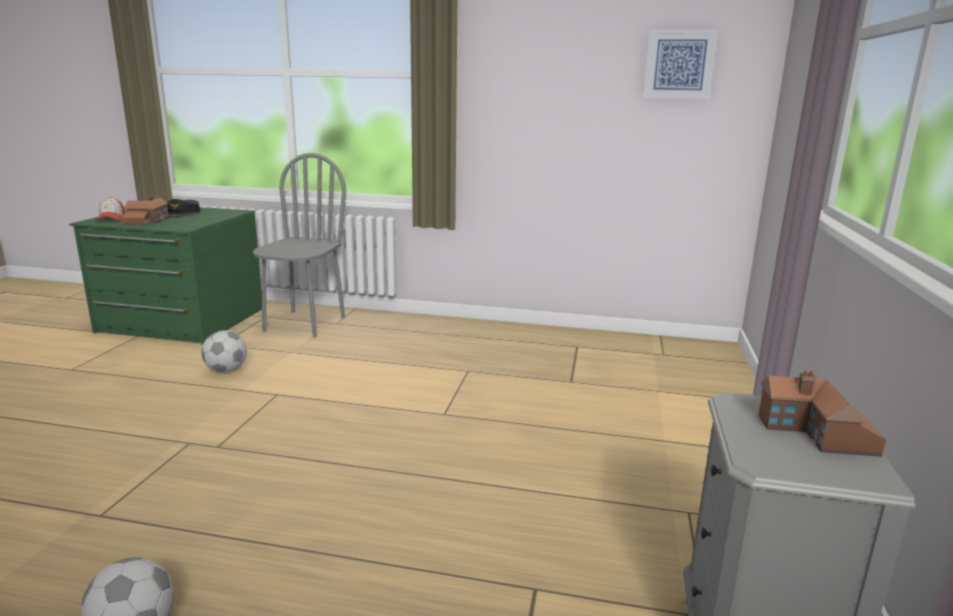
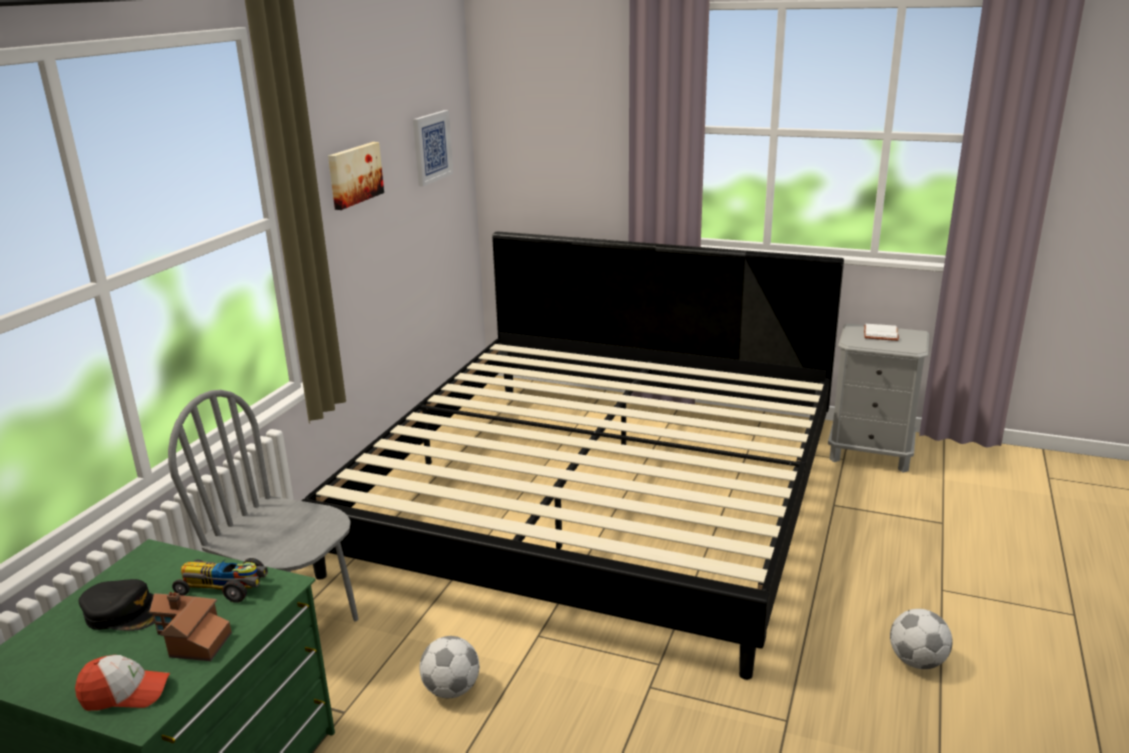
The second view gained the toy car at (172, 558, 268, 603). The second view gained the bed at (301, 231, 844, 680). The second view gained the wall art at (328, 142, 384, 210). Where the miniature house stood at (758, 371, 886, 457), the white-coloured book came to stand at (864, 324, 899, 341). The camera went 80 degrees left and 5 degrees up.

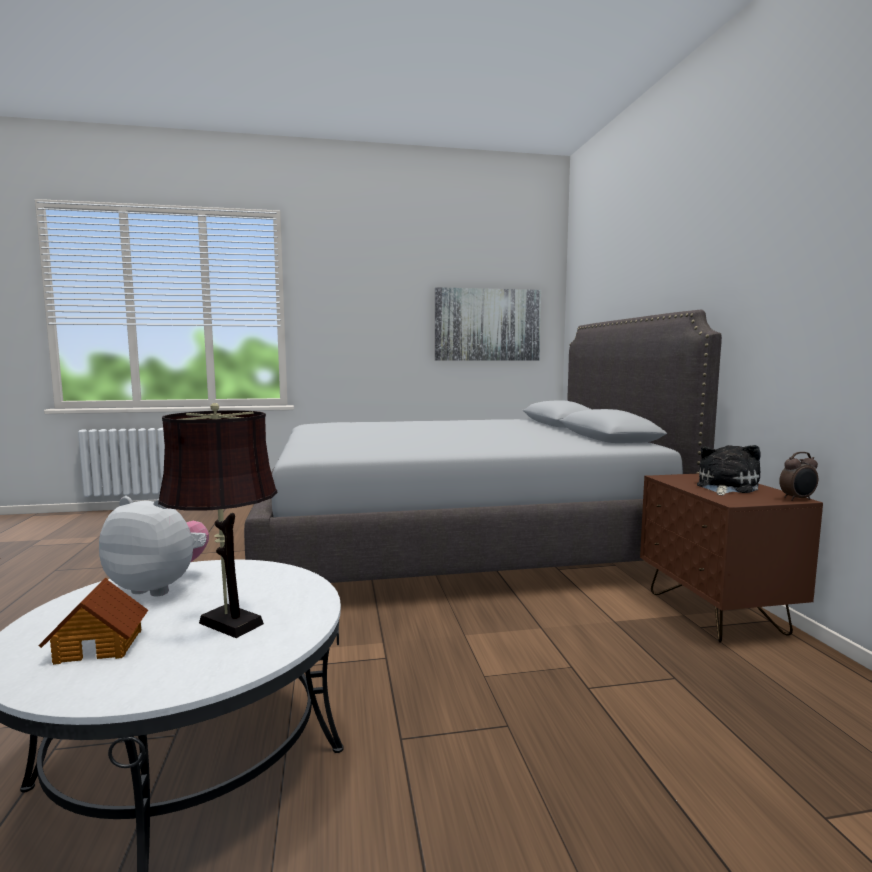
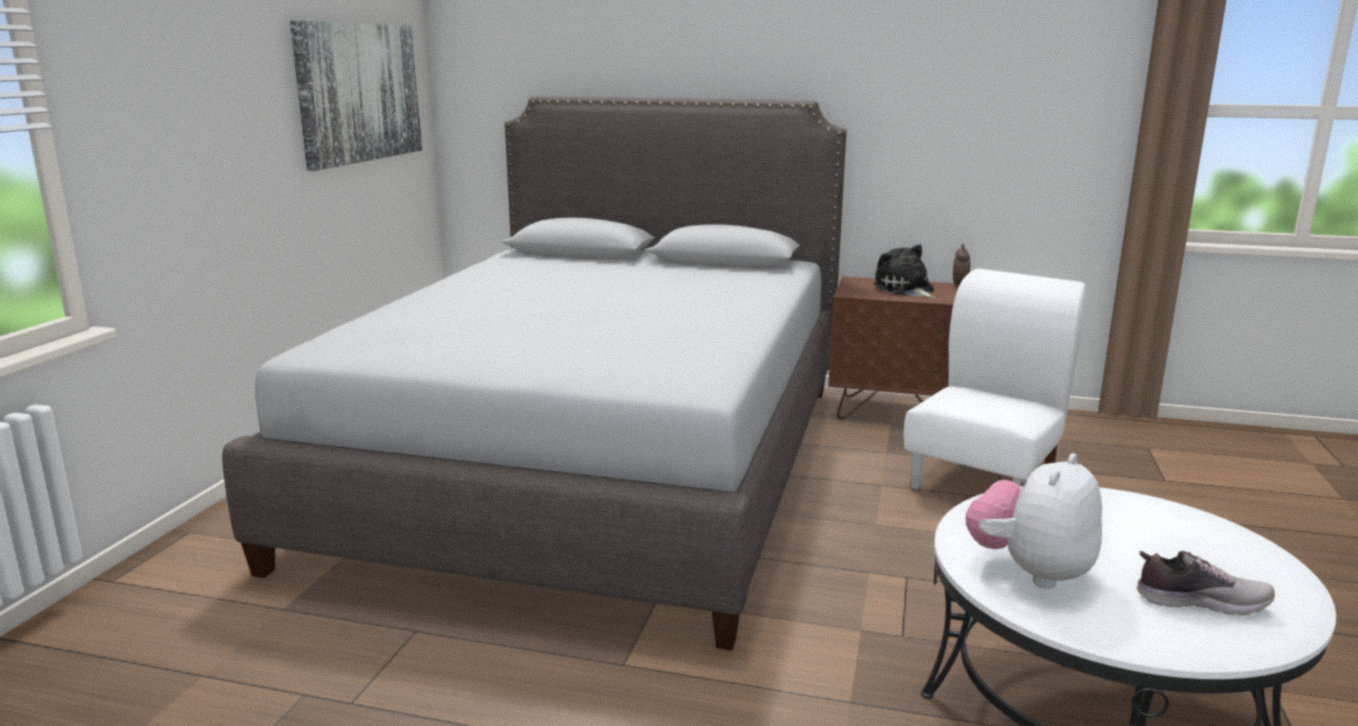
The second view lost the brownish table lamp at (158, 403, 278, 638). The second view gained the white-coloured plain chair at (903, 268, 1086, 490). Where the miniature house stood at (38, 577, 148, 665), the low shoe came to stand at (1137, 551, 1275, 615). The camera went 65 degrees left and 10 degrees up.

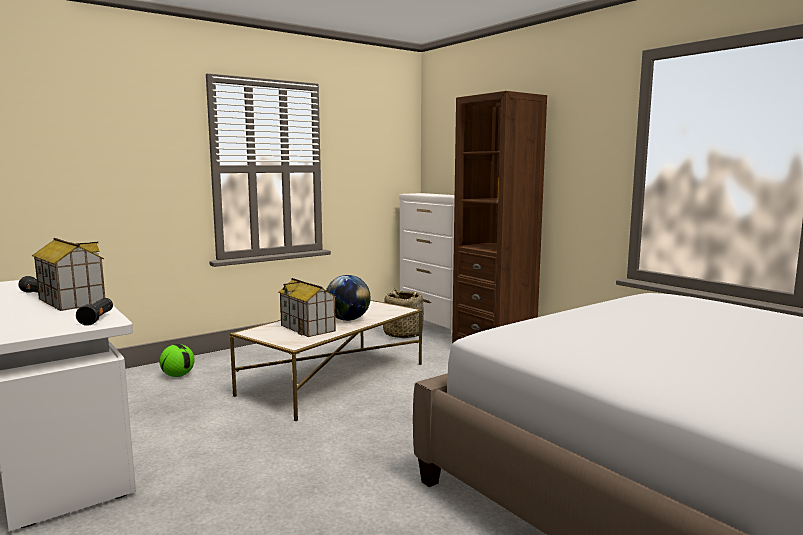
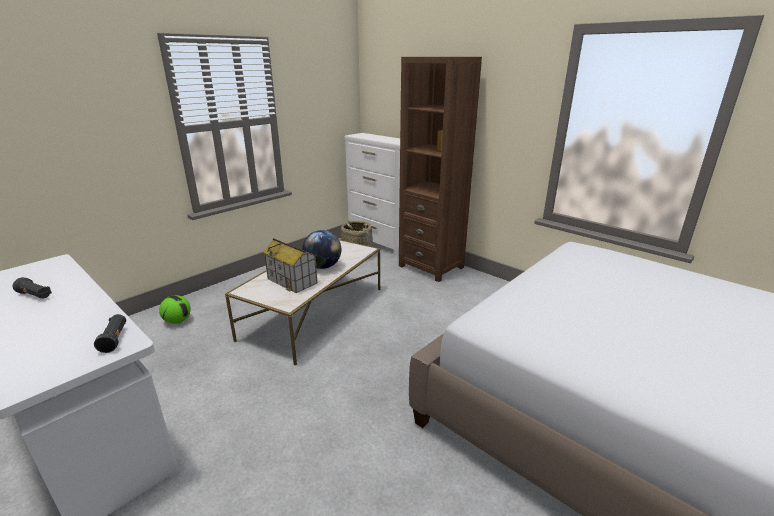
The second view lost the miniature house at (32, 238, 105, 311). The camera went 10 degrees left and 15 degrees up.

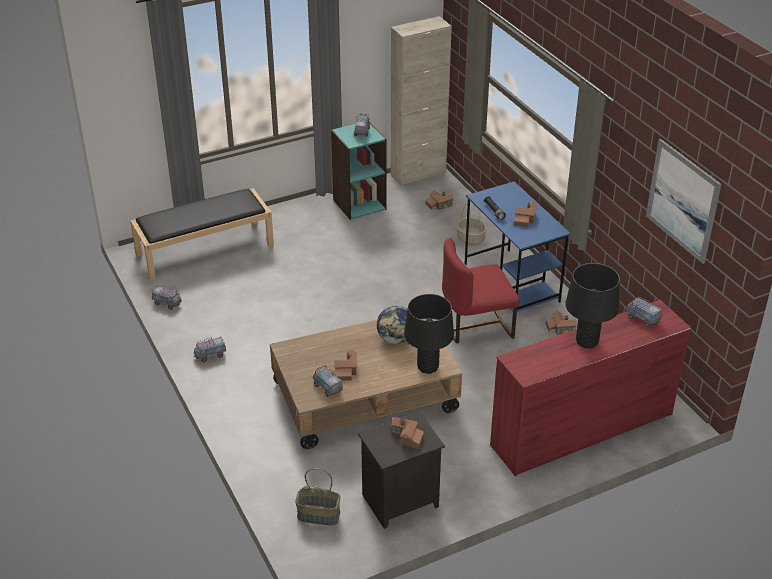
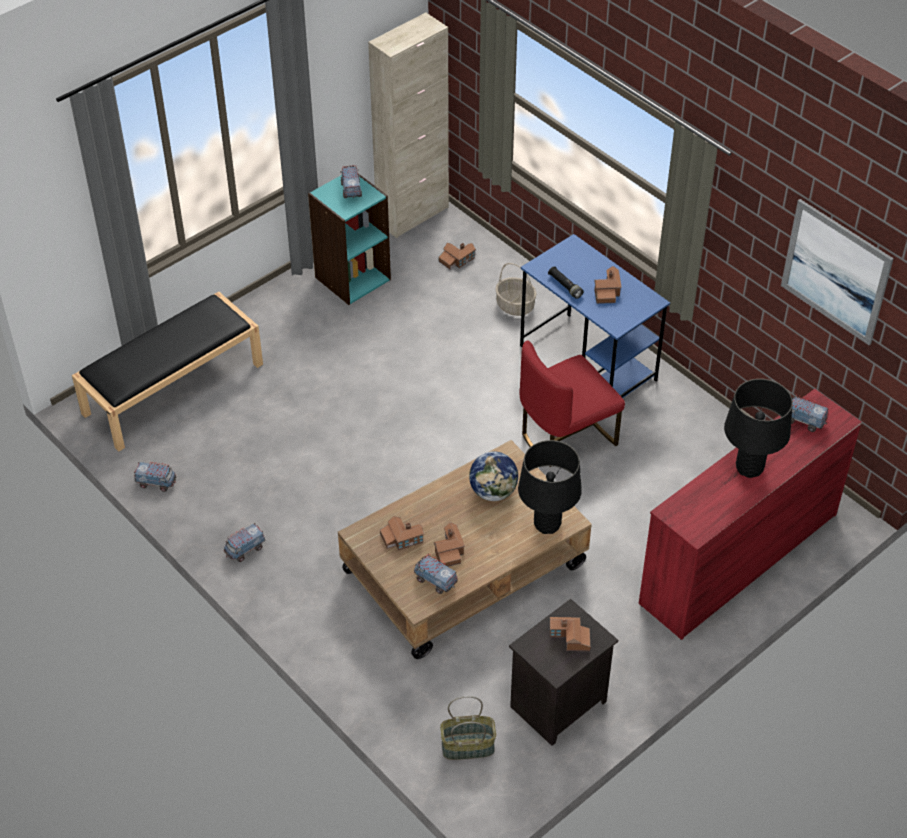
The miniature house ended up elsewhere, having gone from (546, 311, 577, 335) to (380, 516, 424, 550). The camera went 15 degrees left and 10 degrees up.

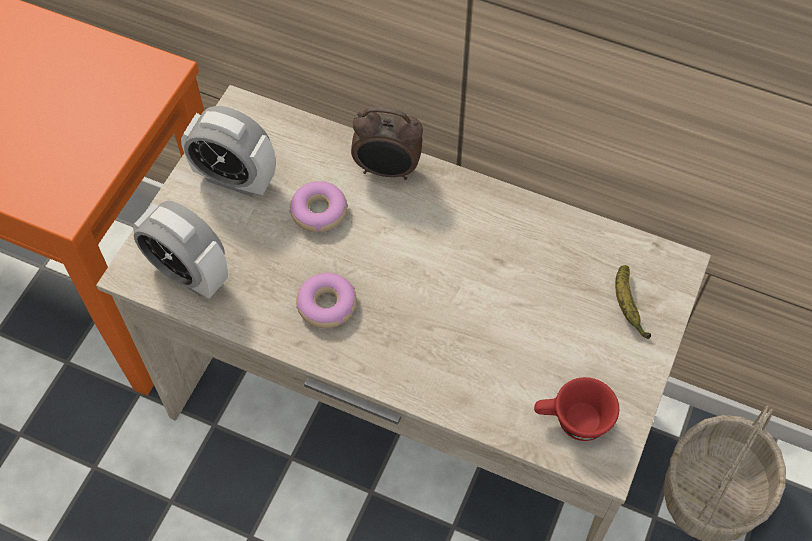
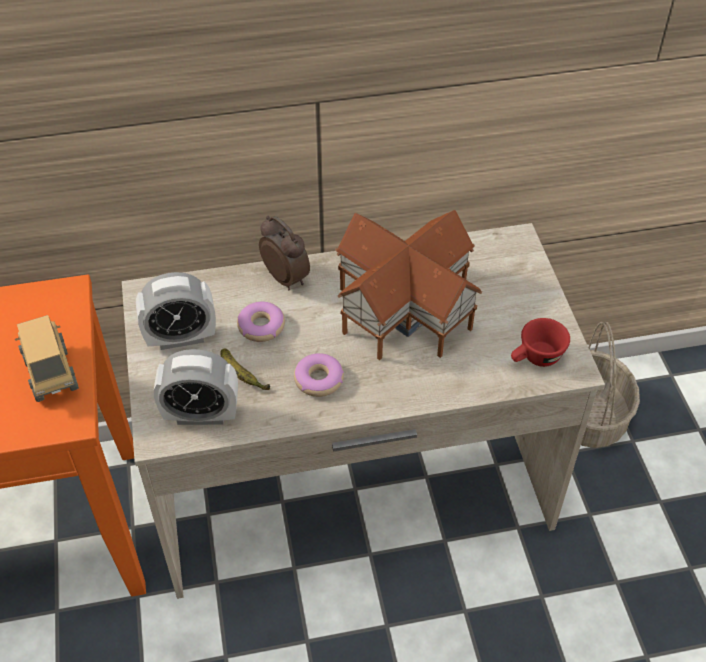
The second view gained the model truck at (15, 315, 79, 402). The second view gained the miniature house at (335, 210, 482, 360). The banana ended up elsewhere, having gone from (615, 265, 651, 339) to (220, 348, 270, 390). The bedside clock at (351, 107, 423, 180) ended up facing another way, 105 degrees counterclockwise from before. The camera went 35 degrees left and 10 degrees down.

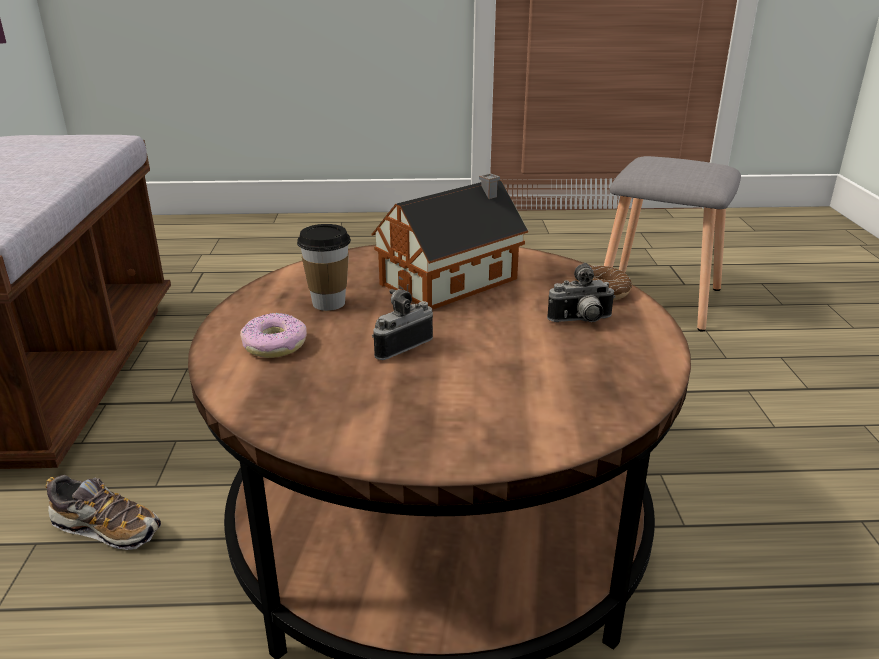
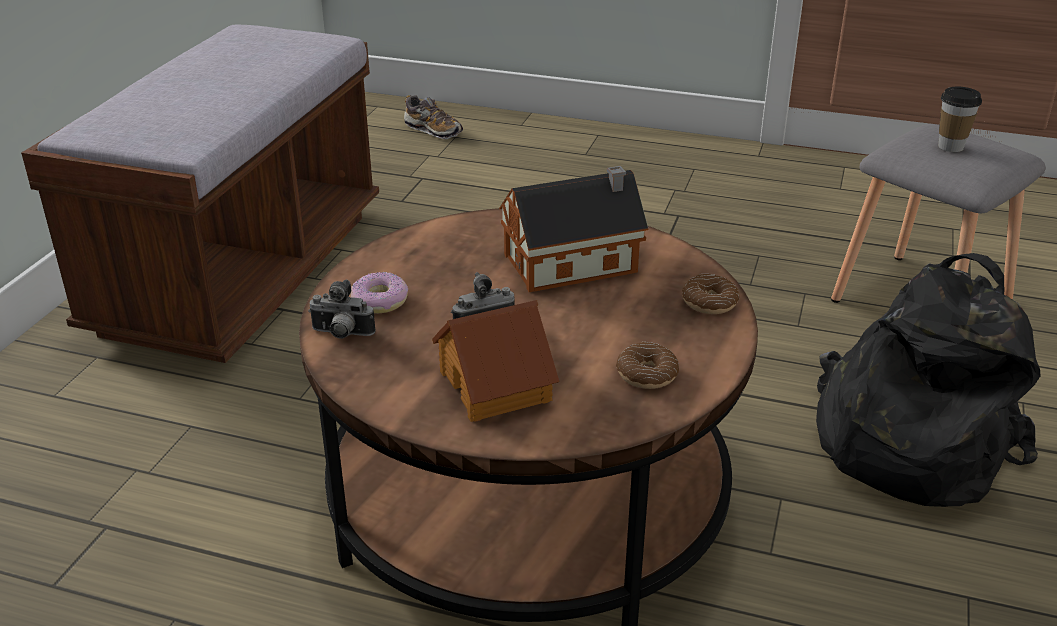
The second view gained the miniature house at (432, 300, 559, 422). The second view gained the ring doughnut at (616, 342, 679, 389). The second view gained the blackish knapsack at (816, 253, 1041, 507). The low shoe ended up elsewhere, having gone from (46, 475, 161, 550) to (404, 95, 463, 139). The drinking cup ended up elsewhere, having gone from (297, 224, 351, 311) to (938, 87, 982, 152). The photo camera ended up elsewhere, having gone from (547, 263, 615, 322) to (308, 280, 375, 339). The camera went 20 degrees right and 5 degrees up.

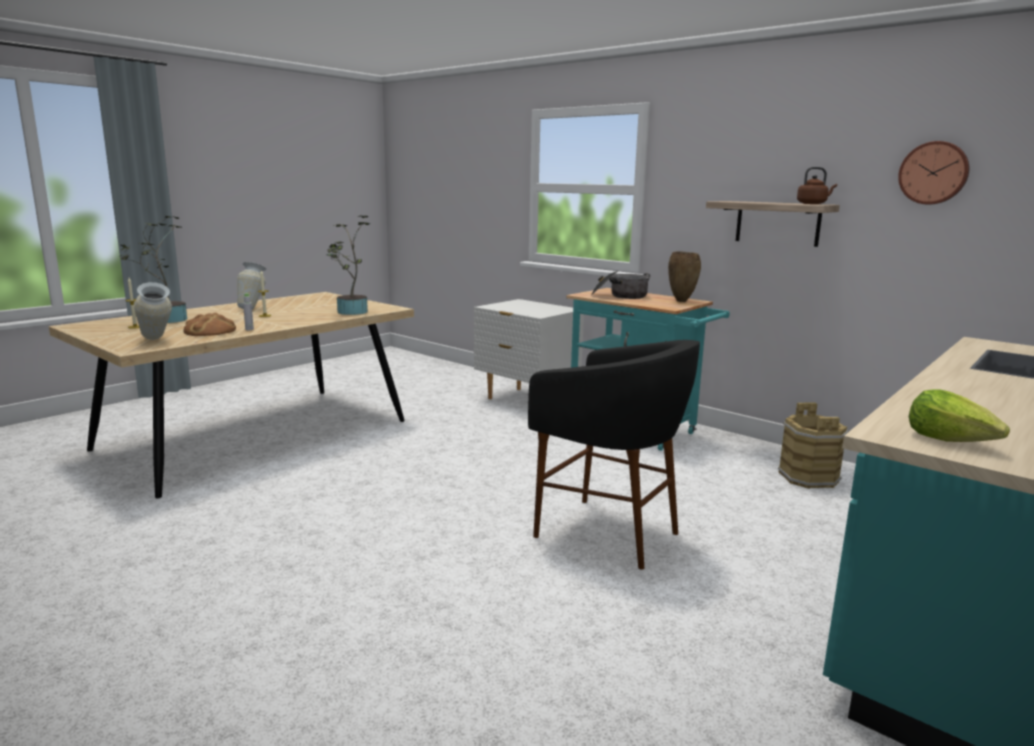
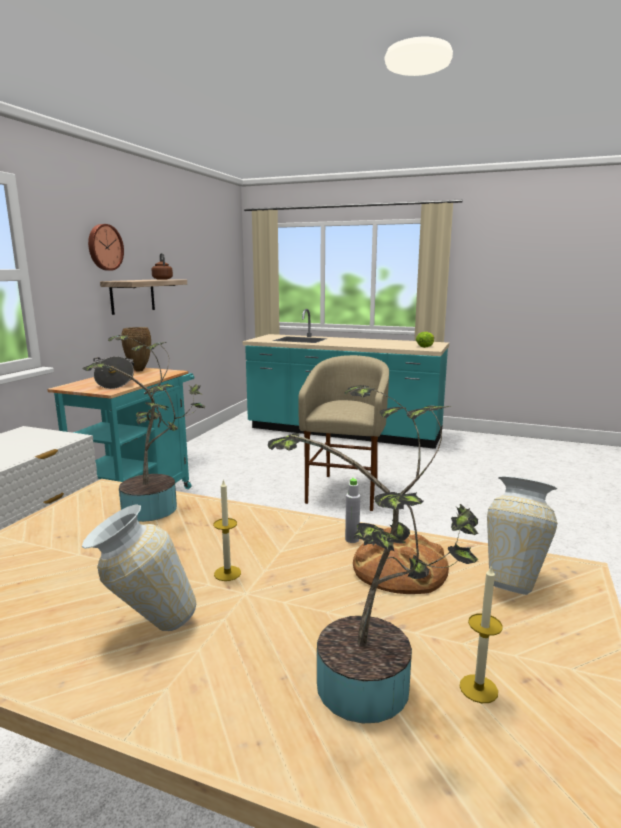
The second view lost the brownish water bucket at (778, 403, 849, 489). The wall clock ended up elsewhere, having gone from (898, 141, 969, 205) to (88, 224, 124, 271). What was the blackish stool at (528, 340, 700, 570) turned into the beige-coloured stool at (298, 355, 389, 511). The camera went 110 degrees left and 0 degrees up.

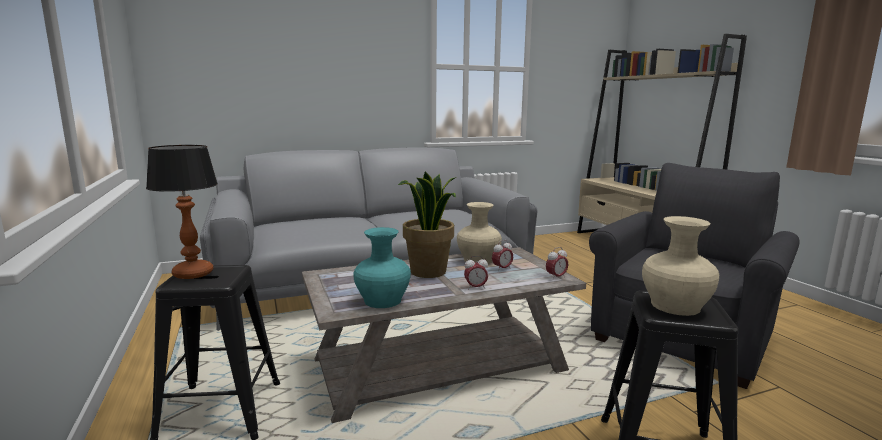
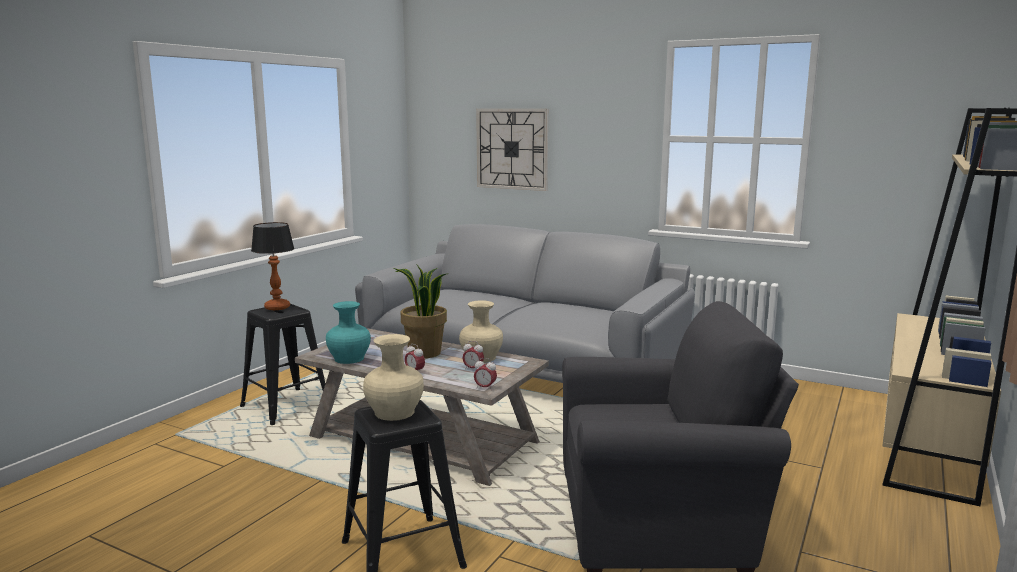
The second view gained the wall clock at (476, 109, 548, 191). The camera went 50 degrees right and 0 degrees up.

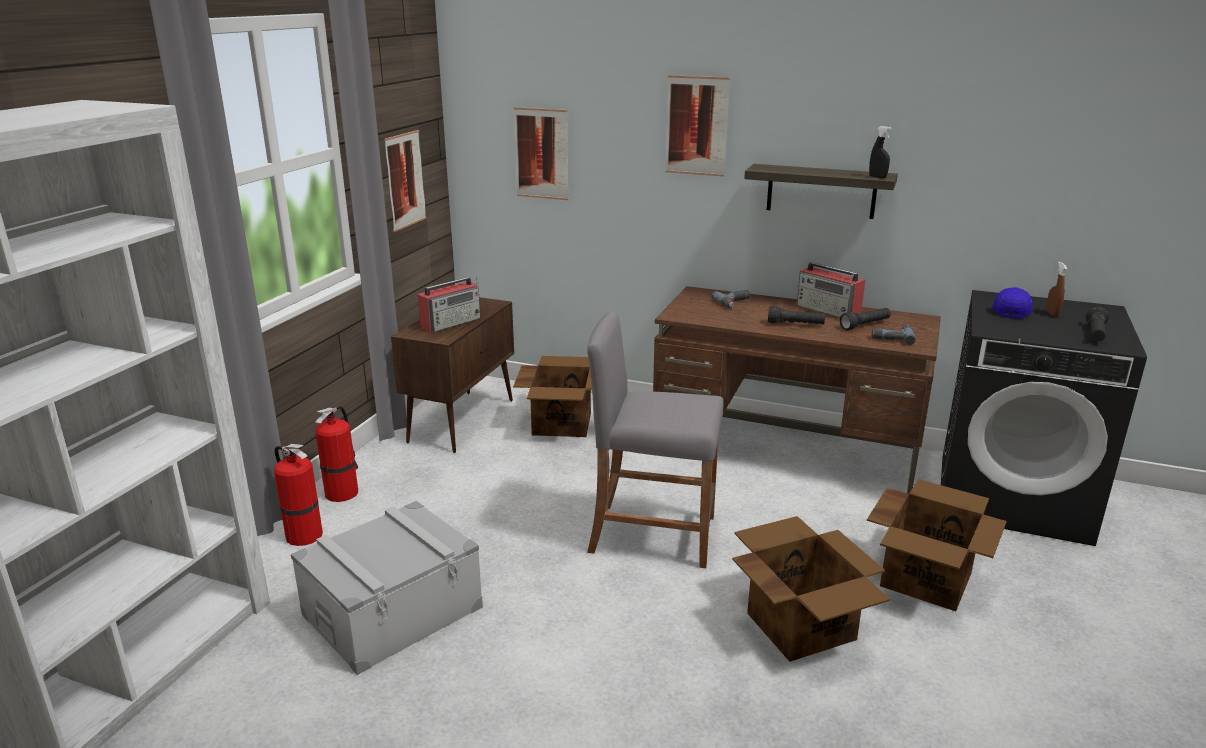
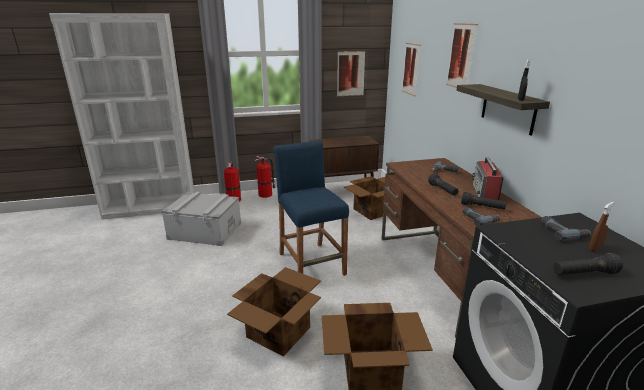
The second view lost the radio at (418, 277, 481, 333). Where the blue baseball cap stood at (993, 287, 1032, 319), the electric drill came to stand at (541, 216, 591, 241). What was the greyish stool at (587, 311, 724, 568) turned into the blue stool at (273, 140, 349, 276). The camera went 55 degrees right and 0 degrees up.

